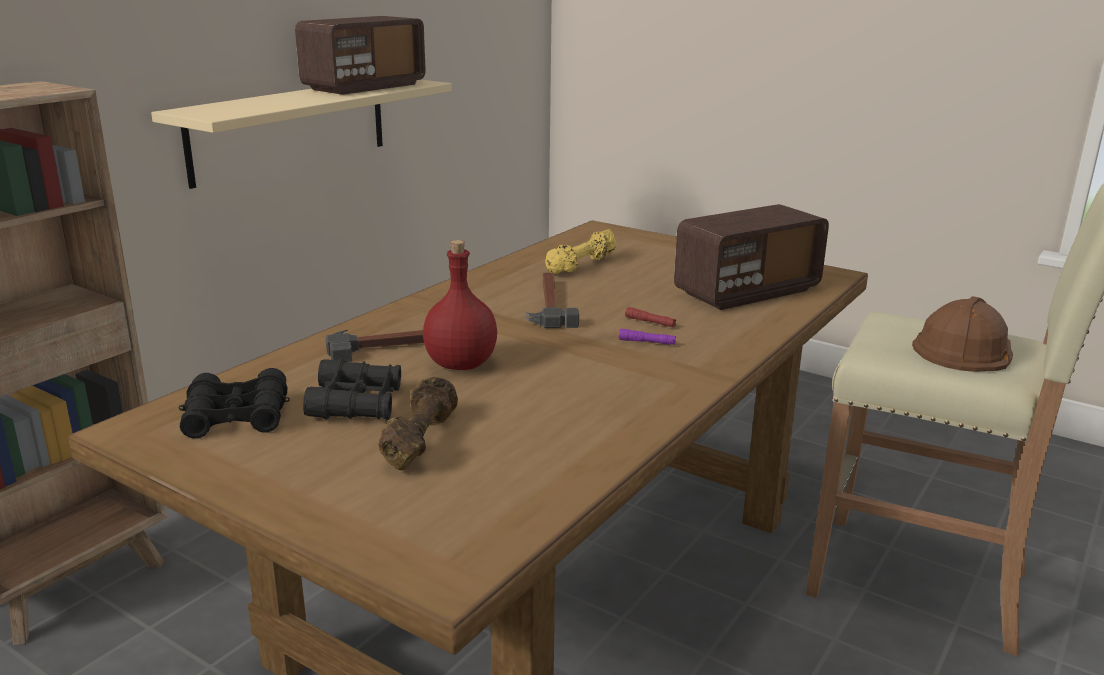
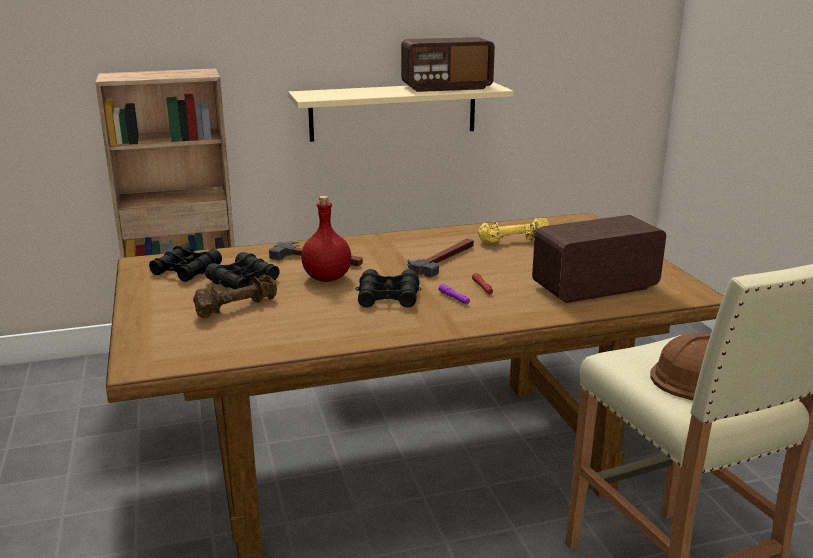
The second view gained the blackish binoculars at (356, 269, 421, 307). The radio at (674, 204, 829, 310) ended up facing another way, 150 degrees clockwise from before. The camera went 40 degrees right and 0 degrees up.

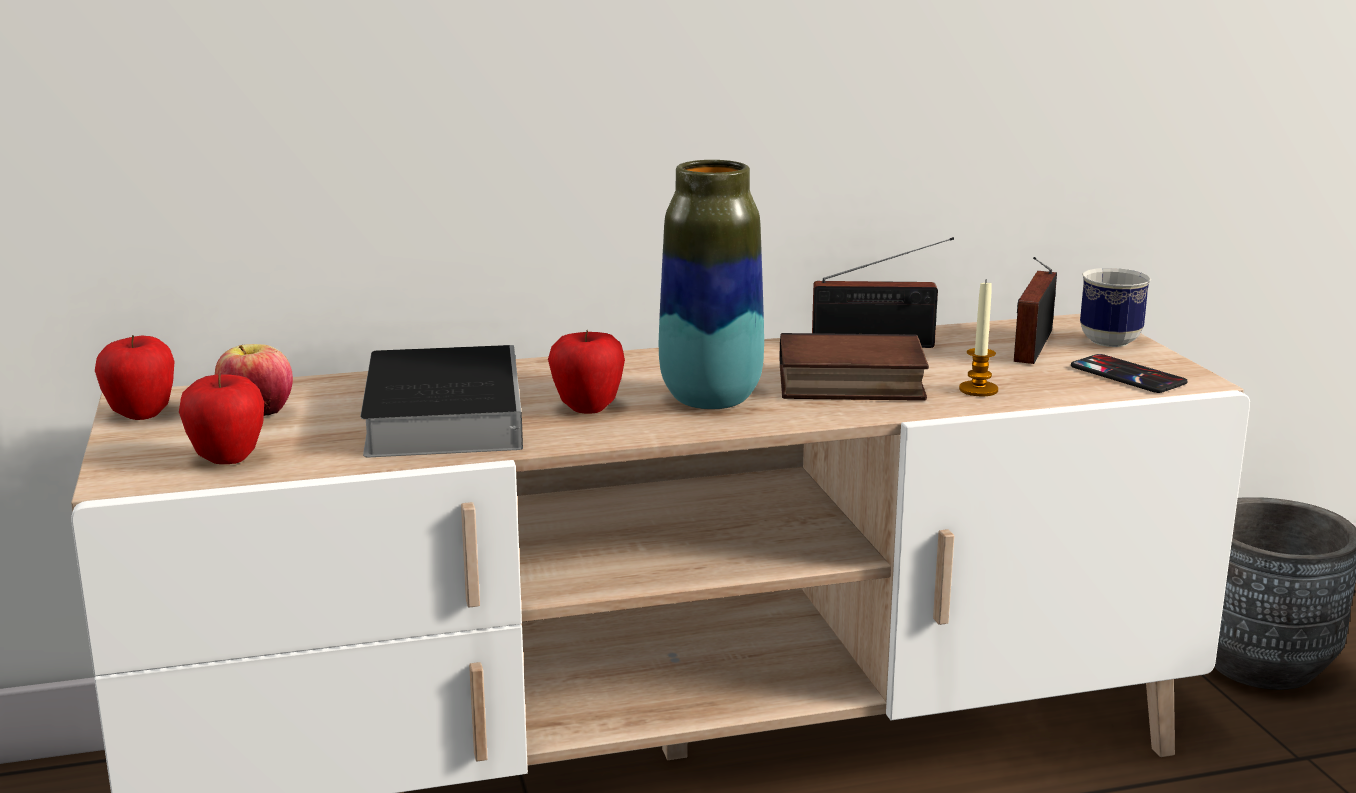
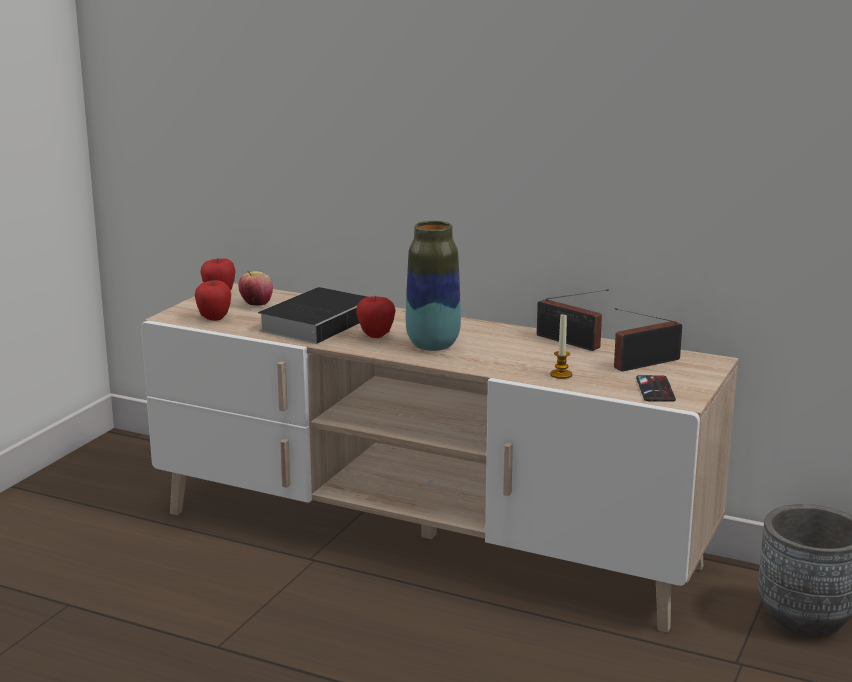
The second view lost the book at (779, 333, 929, 401). The second view lost the coffee mug at (1080, 268, 1151, 347). The camera went 40 degrees right and 0 degrees up.

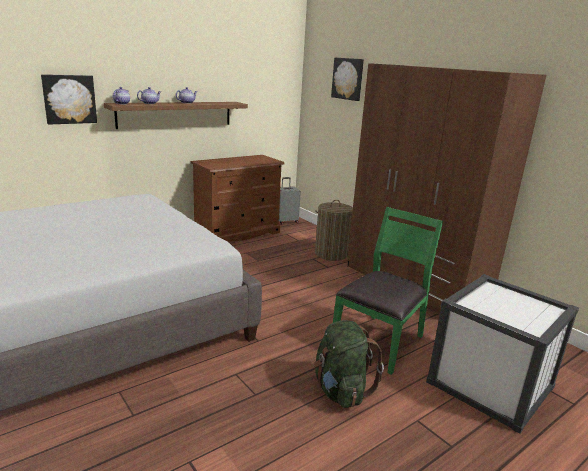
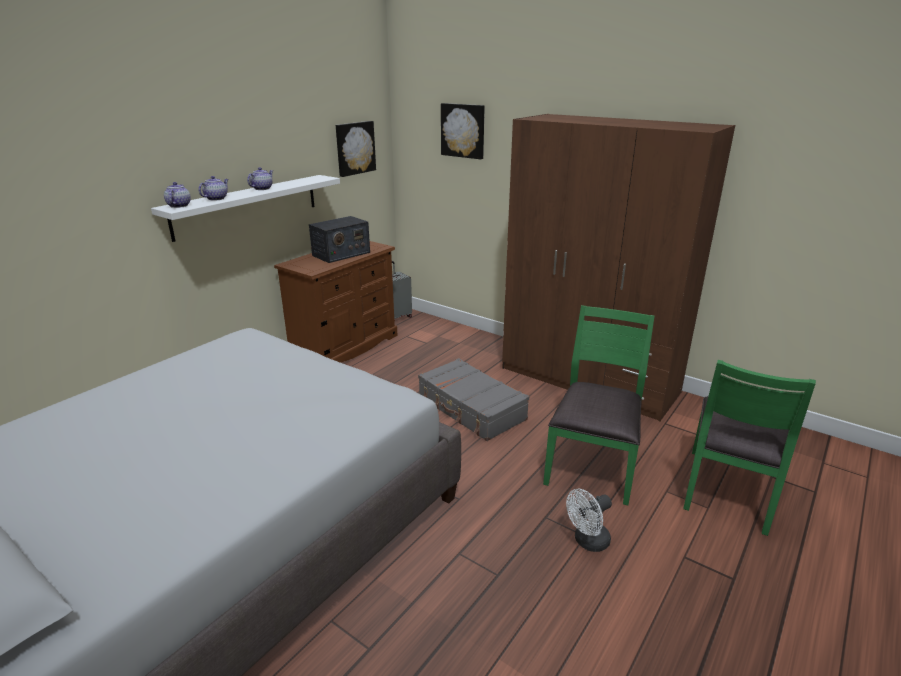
The second view lost the hamper at (315, 200, 353, 261). The second view gained the radio at (309, 216, 370, 263). The second view gained the greyish piece of luggage at (418, 358, 529, 441). The wall art ended up elsewhere, having gone from (41, 74, 97, 125) to (336, 121, 376, 177). Where the greenish knapsack stood at (313, 320, 384, 408), the white-coloured electric fan came to stand at (566, 489, 612, 552). Where the white-coloured storage box stood at (426, 274, 579, 434), the greenish plain chair came to stand at (683, 360, 816, 536). What was the brownish bracket shelf at (104, 102, 248, 129) turned into the white-coloured bracket shelf at (151, 175, 340, 242). The camera went 15 degrees left and 5 degrees up.

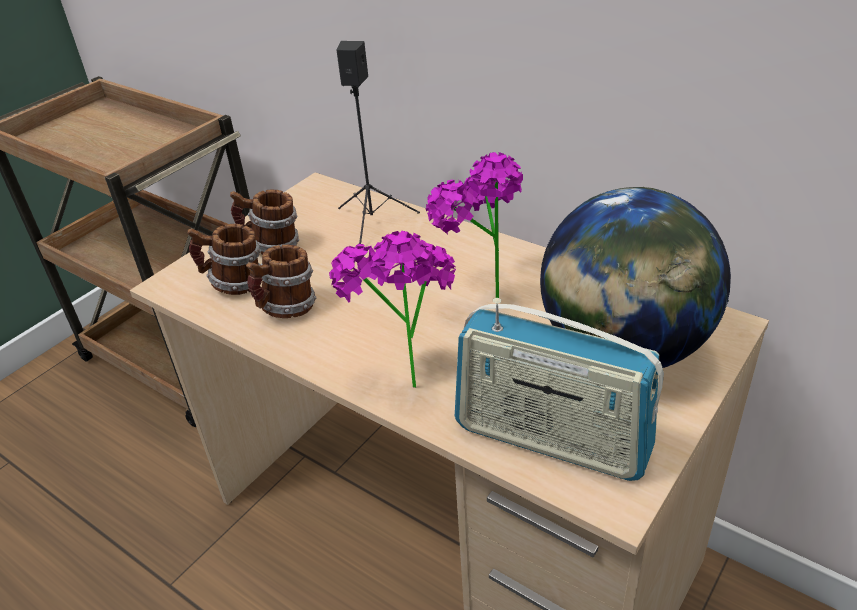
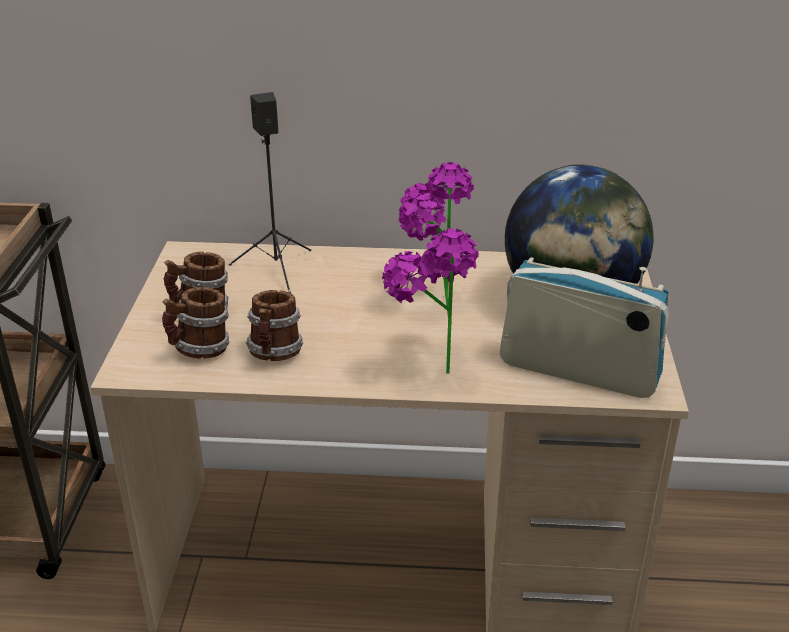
The radio at (455, 298, 664, 481) ended up facing another way, 150 degrees counterclockwise from before. The camera went 35 degrees left and 5 degrees down.

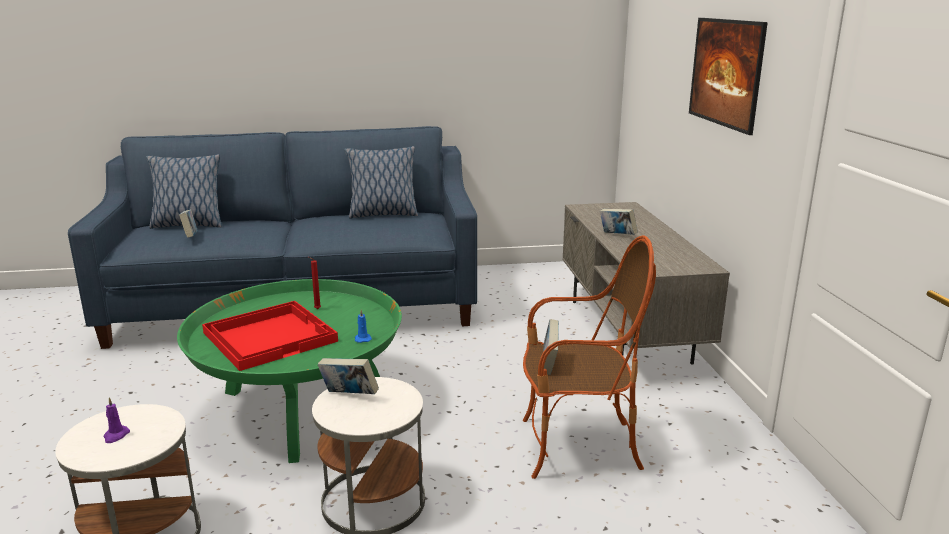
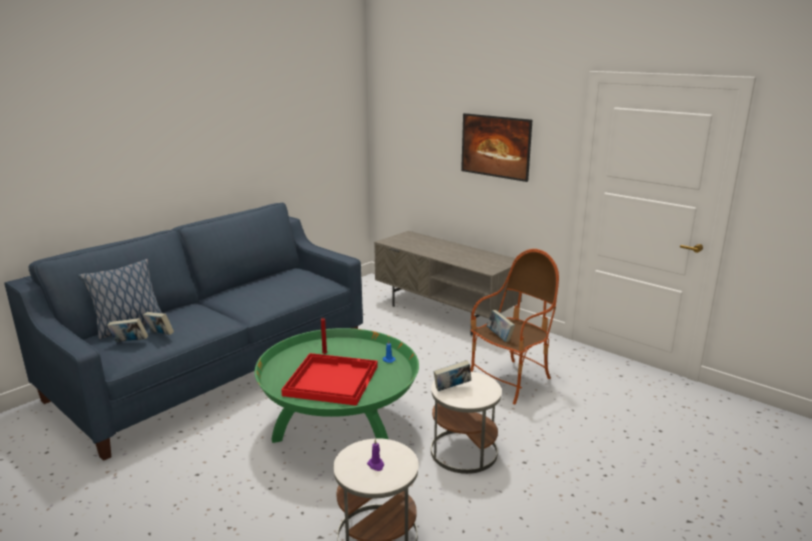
The second view lost the cushion at (344, 146, 418, 219). The book ended up elsewhere, having gone from (600, 209, 638, 235) to (107, 318, 148, 342). The camera went 40 degrees left and 0 degrees up.

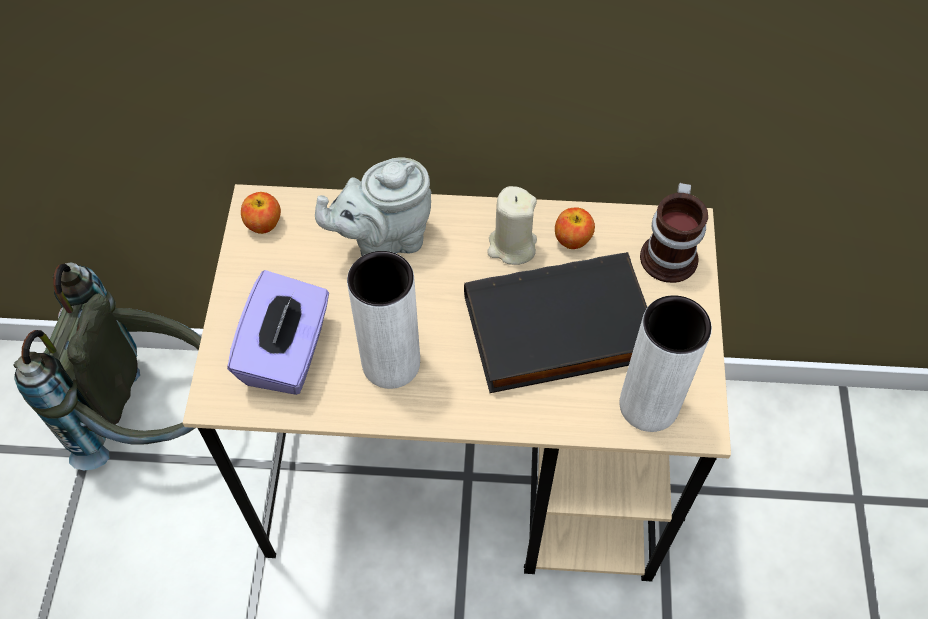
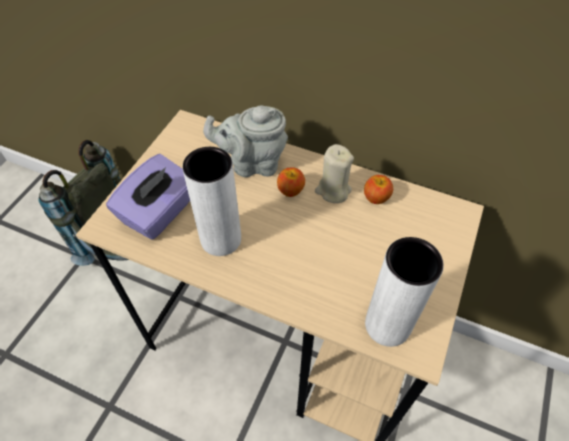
The second view lost the blackish book at (464, 252, 647, 393). The second view lost the coffee mug at (640, 183, 708, 283). The apple fruit ended up elsewhere, having gone from (241, 192, 281, 234) to (277, 167, 305, 197). The camera went 20 degrees right and 5 degrees down.

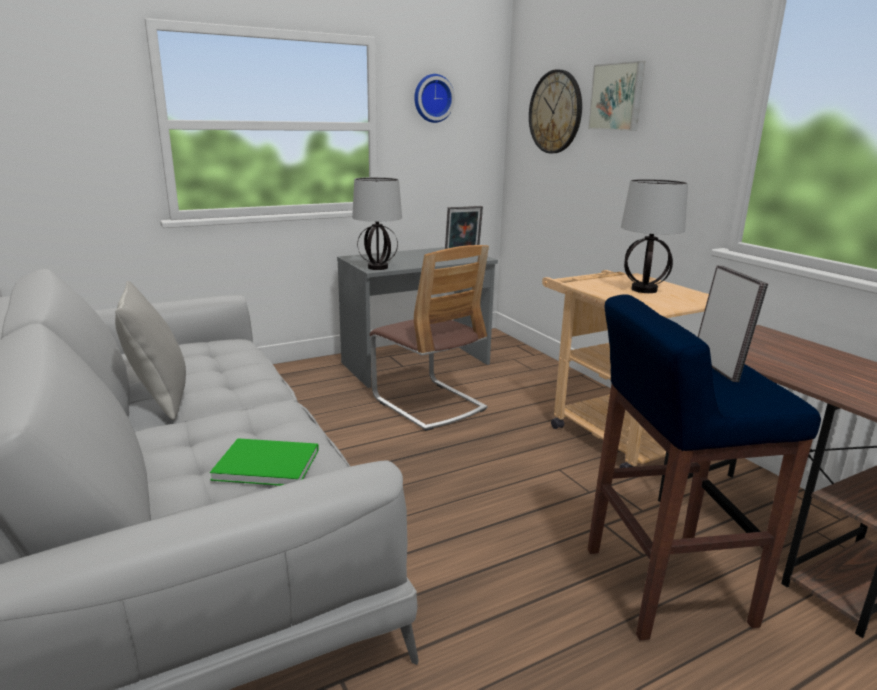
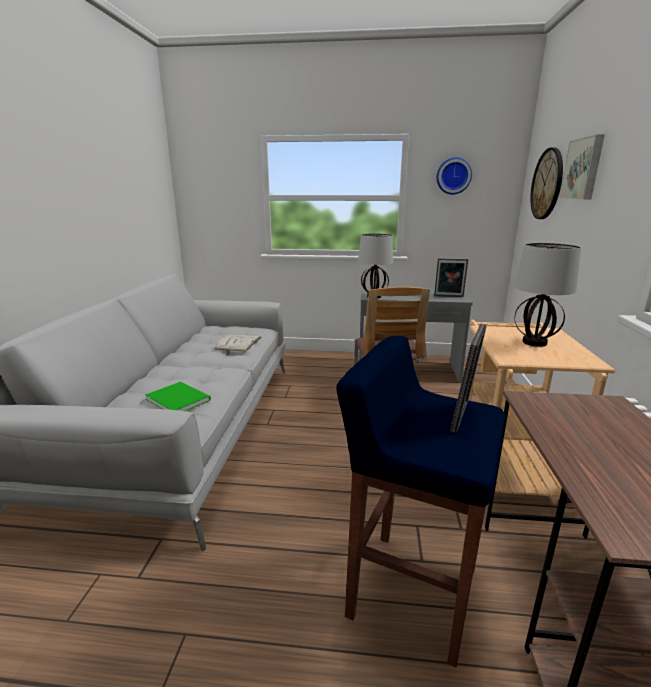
The second view lost the greyish cushion at (115, 281, 186, 420). The second view gained the white-coloured book at (214, 334, 261, 352). The camera went 35 degrees right and 0 degrees up.

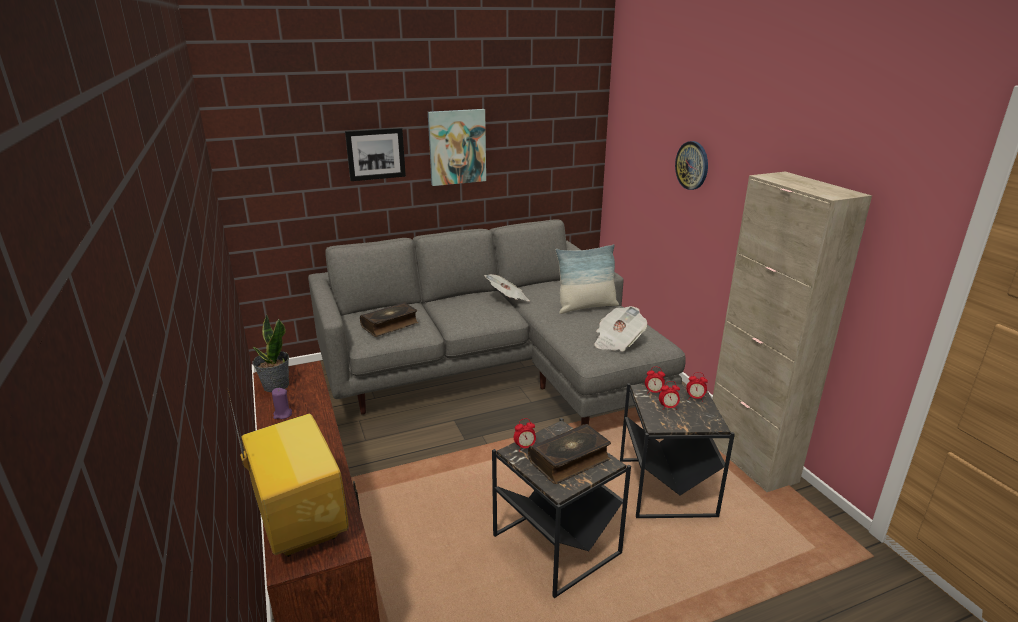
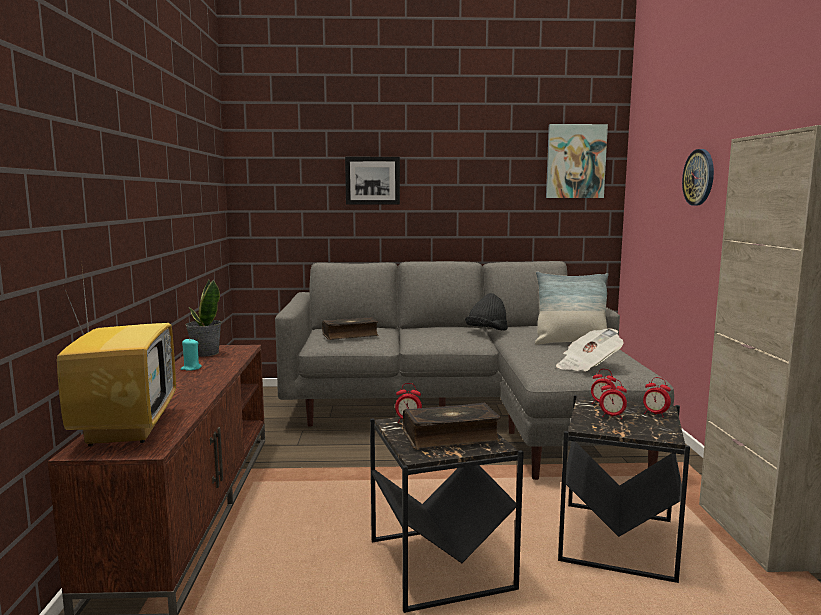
The wall art ended up elsewhere, having gone from (428, 109, 486, 186) to (546, 124, 608, 198). Where the newspaper stood at (484, 274, 530, 301), the blackish clothing hat came to stand at (465, 293, 508, 330). What was the purple-coloured wax candle at (272, 388, 292, 419) turned into the turquoise wax candle at (181, 338, 202, 371). The camera went 20 degrees right and 15 degrees down.

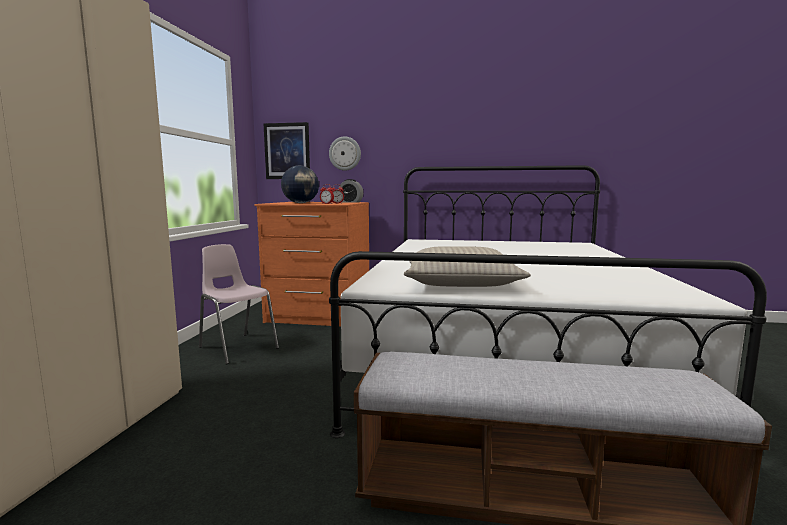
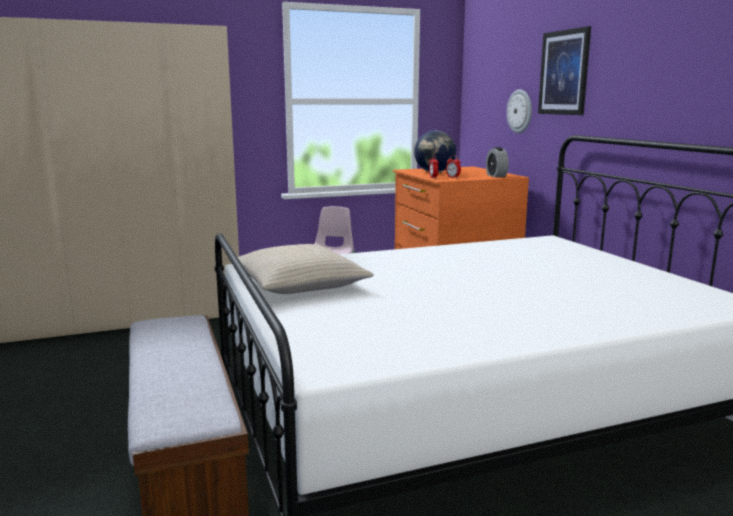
The wall art ended up elsewhere, having gone from (264, 122, 310, 179) to (538, 26, 591, 115). The camera went 60 degrees right and 5 degrees up.

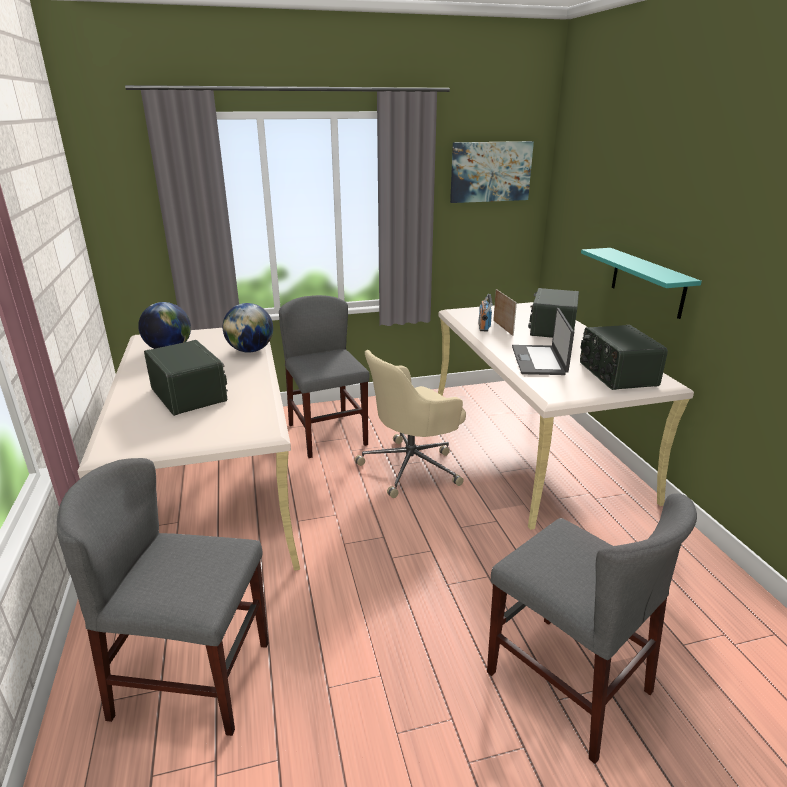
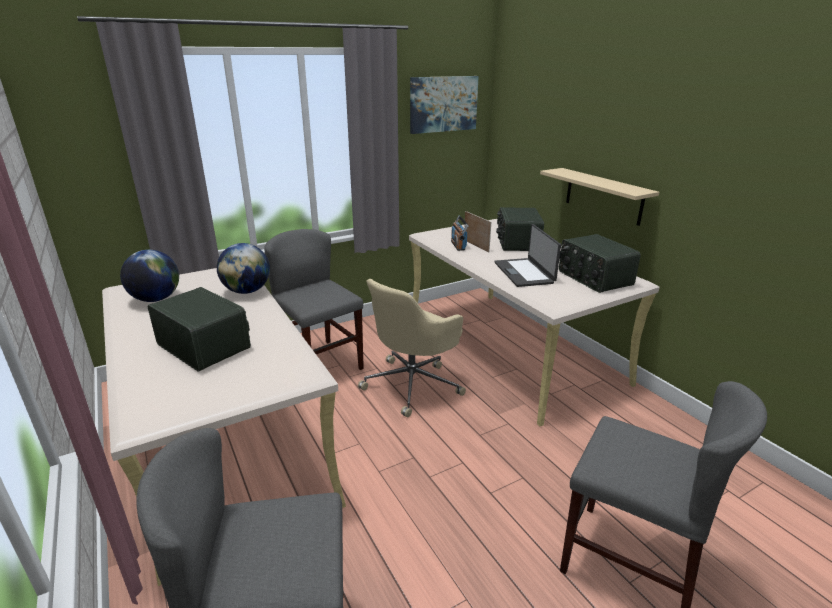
What was the turquoise bracket shelf at (581, 248, 702, 319) turned into the beige-coloured bracket shelf at (540, 168, 659, 226). The camera went 15 degrees left and 0 degrees up.

